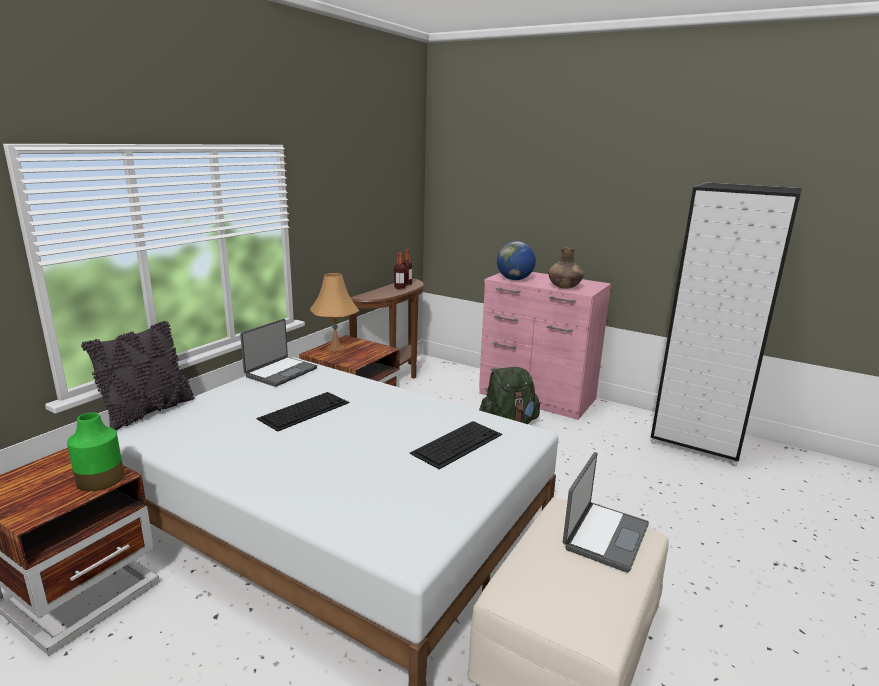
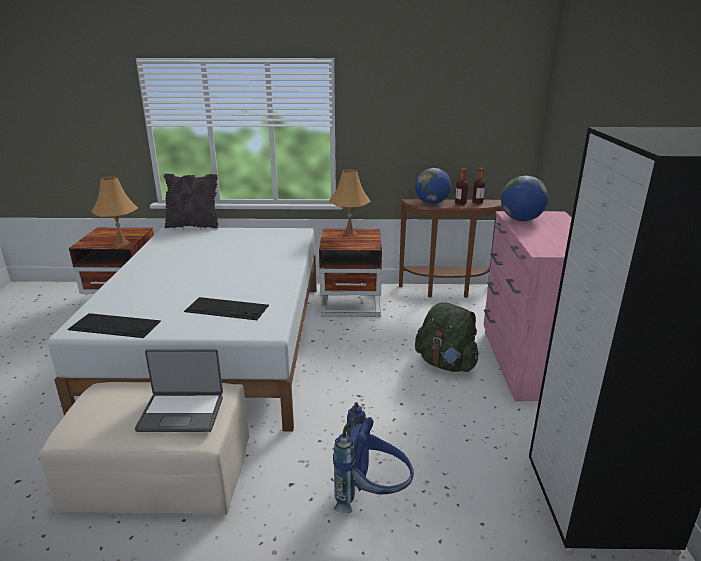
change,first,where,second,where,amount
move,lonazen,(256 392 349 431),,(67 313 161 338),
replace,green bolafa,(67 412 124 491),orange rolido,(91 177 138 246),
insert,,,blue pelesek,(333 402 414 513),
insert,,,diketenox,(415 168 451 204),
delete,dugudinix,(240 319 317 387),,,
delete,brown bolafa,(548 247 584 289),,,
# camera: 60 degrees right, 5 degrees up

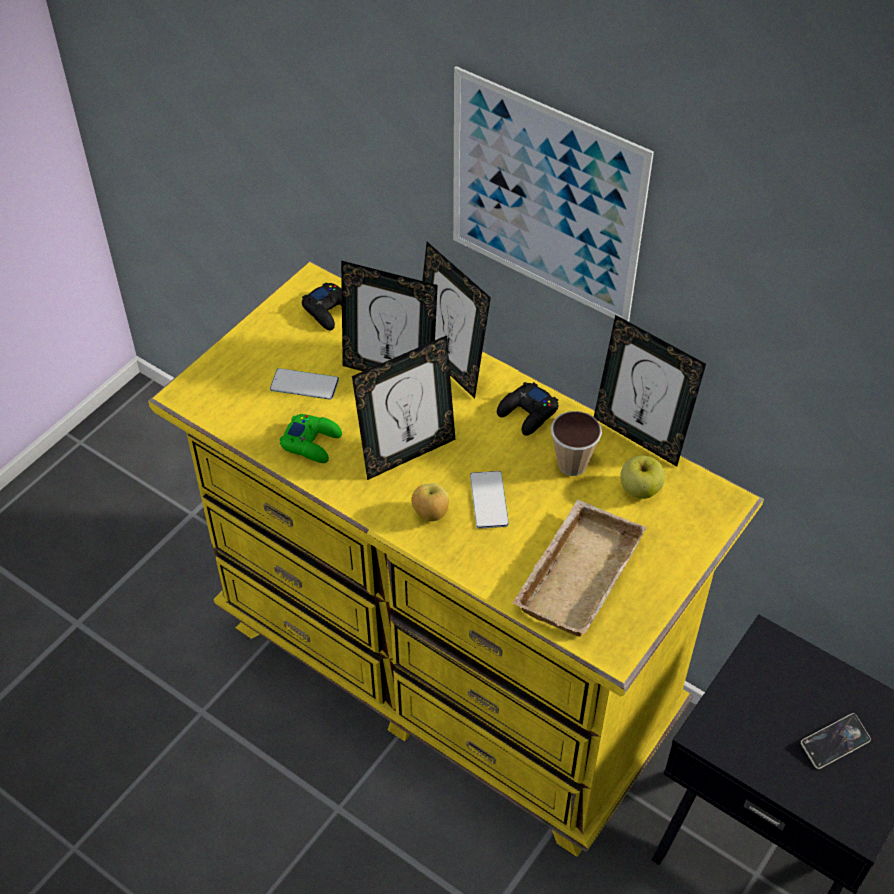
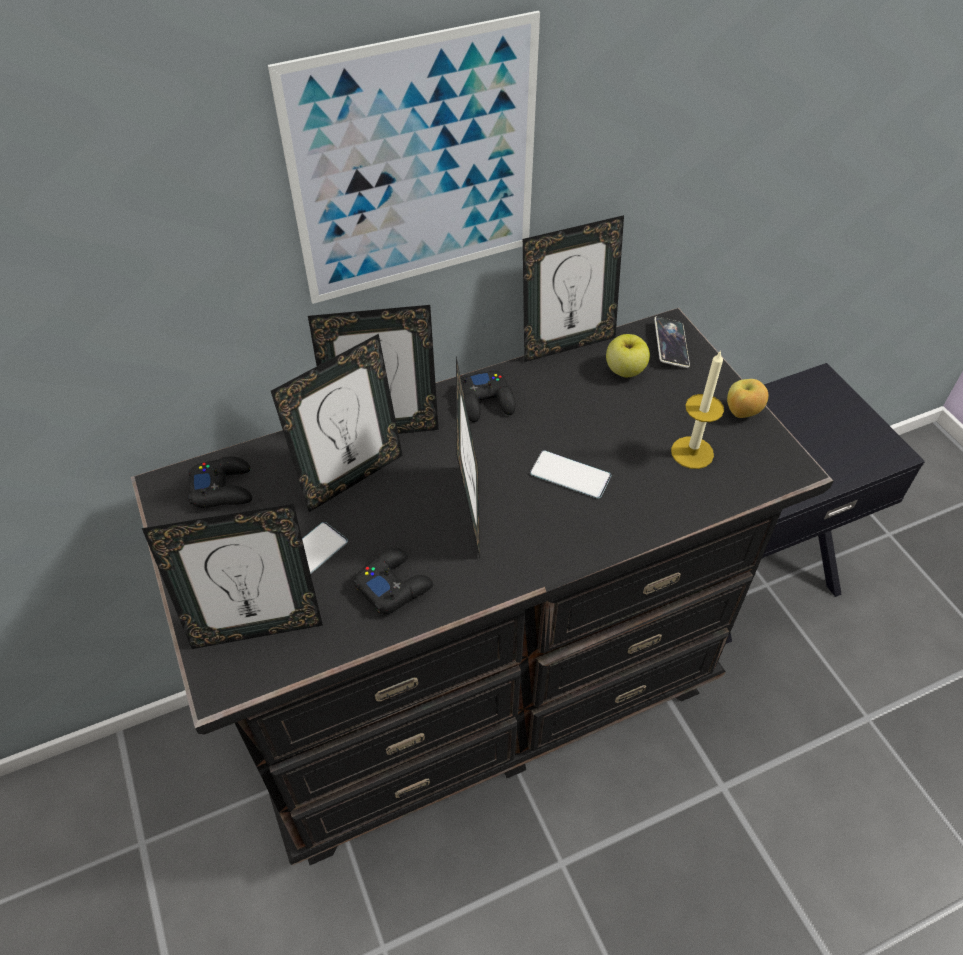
change,first,where,second,where,amount
recolor,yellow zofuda,(148 261 764 857),black zofuda,(131 308 833 865),
insert,,,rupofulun,(142 503 323 649),
recolor,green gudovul,(280 414 342 463),black gudovul,(354 548 433 614),
move,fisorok,(801 713 871 769),,(654 316 690 368),
replace,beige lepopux,(513 500 646 637),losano,(671 350 724 469),
move,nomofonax,(411 483 449 522),,(727 379 768 418),
delete,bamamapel,(551 411 602 476),,,
# camera: 60 degrees left, 0 degrees up

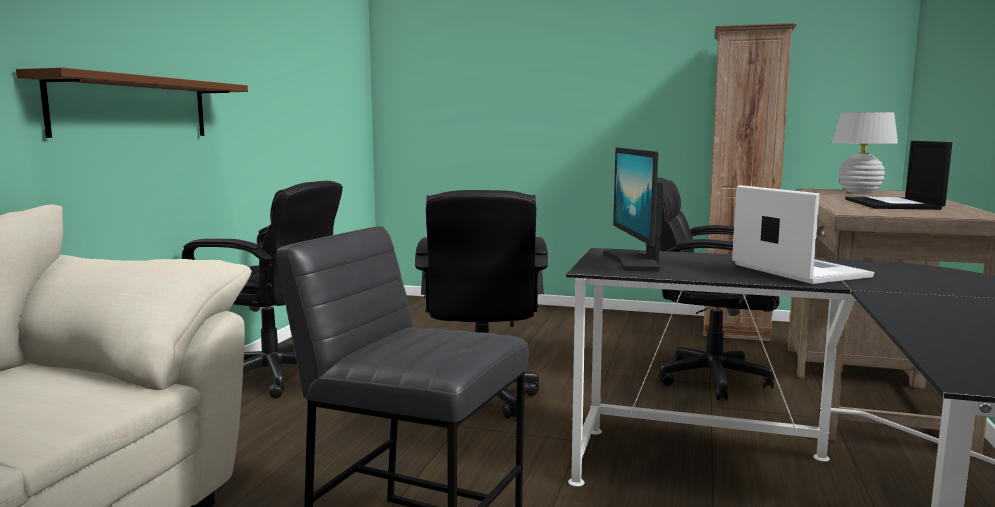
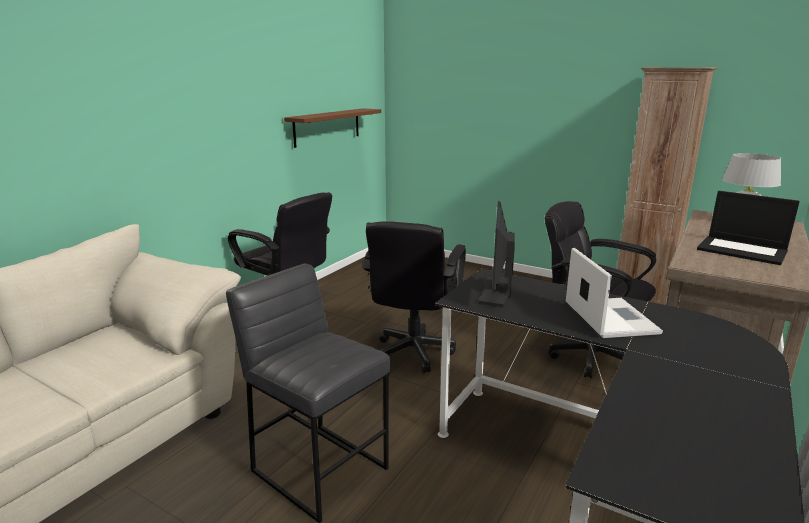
change,first,where,second,where,amount
move,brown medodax,(16 67 248 138),,(284 108 381 148),
rotate,dugudinix,(845 141 952 210),,(697 191 800 265),75 degrees counterclockwise
# camera: 15 degrees right, 10 degrees up

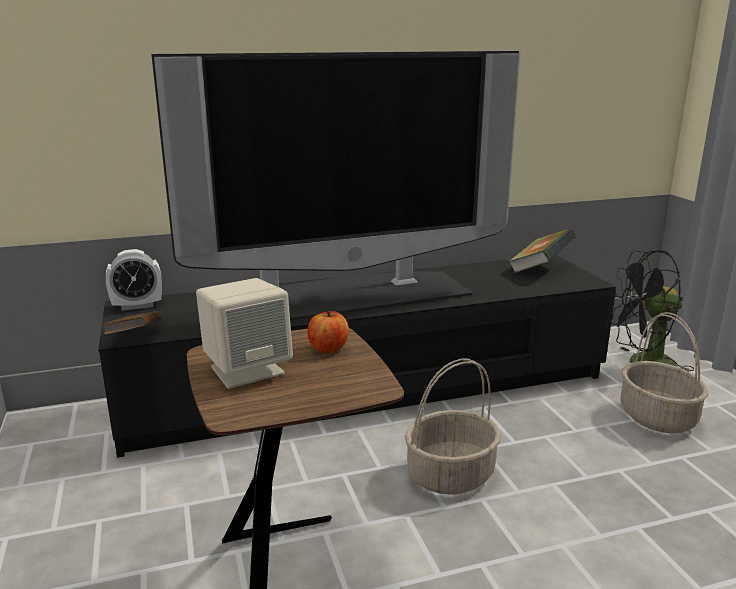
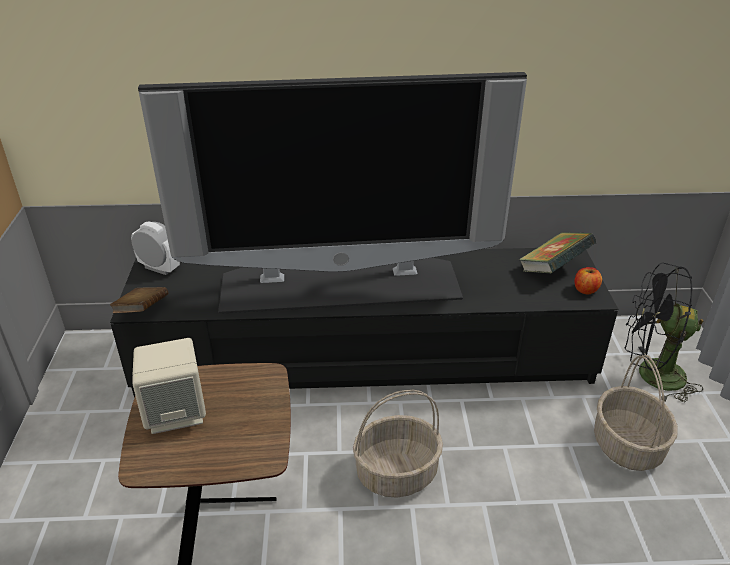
change,first,where,second,where,amount
rotate,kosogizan,(106 249 162 311),,(131 221 180 275),150 degrees counterclockwise
move,nomofonax,(308 311 349 353),,(575 267 602 294),
# camera: 15 degrees right, 15 degrees up

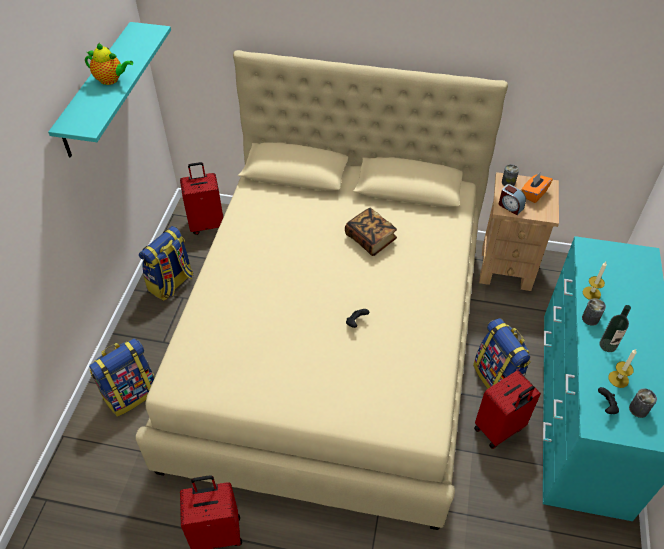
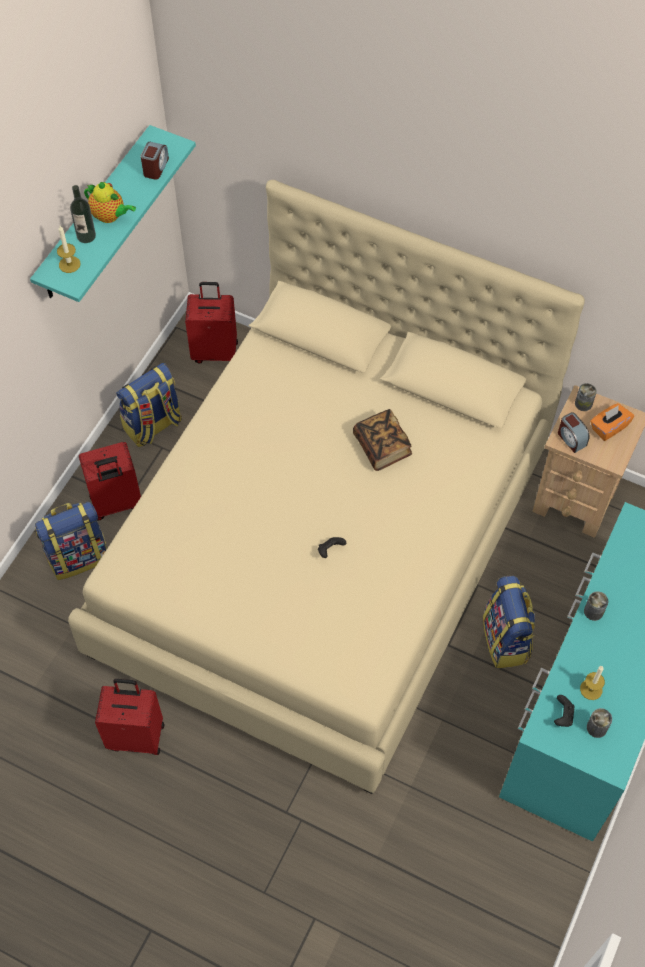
change,first,where,second,where,amount
move,losano,(583 262 607 300),,(57 226 81 273),
move,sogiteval,(599 305 631 352),,(70 185 96 243),
move,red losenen,(474 370 541 449),,(79 442 141 520),
insert,,,kosogizan,(141 142 169 180),
# camera: 15 degrees right, 10 degrees up

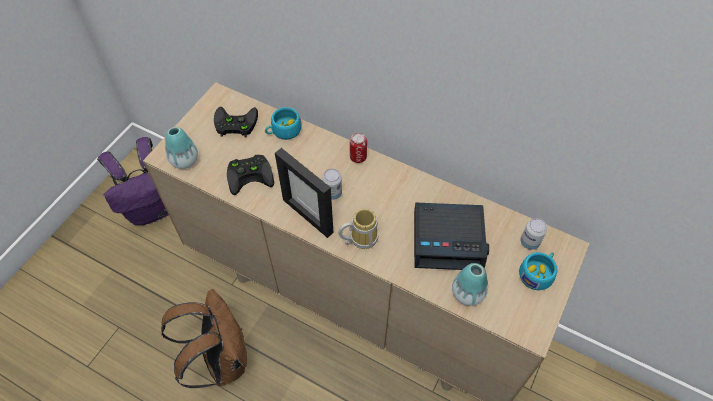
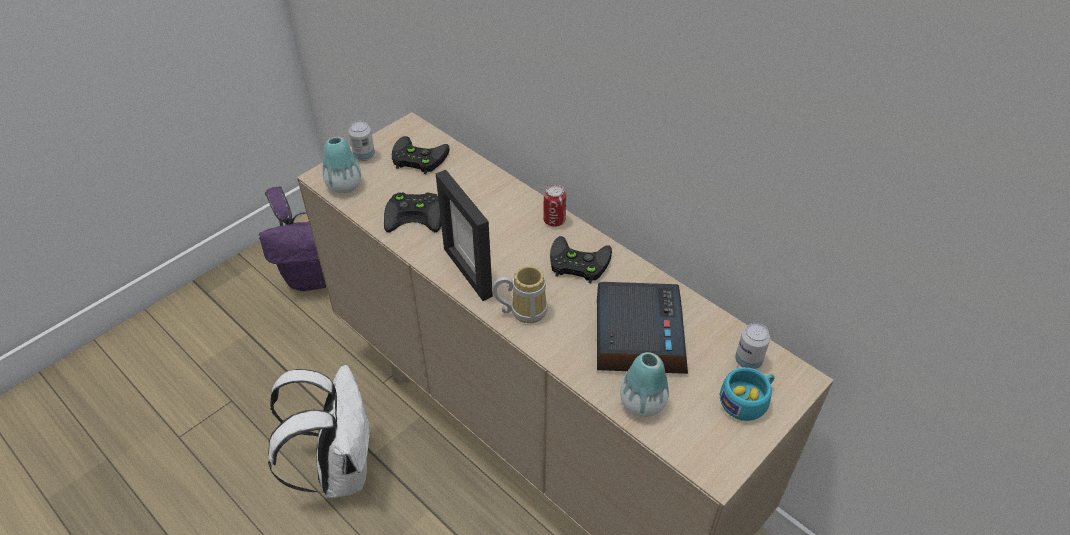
change,first,where,second,where,amount
recolor,brown pelesek,(161 289 247 388),white pelesek,(268 365 372 498),
move,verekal,(322 168 342 200),,(349 121 375 161),
insert,,,black gudovul,(550 236 612 283),
rotate,kosogizan,(414 203 489 270),,(597 282 688 374),105 degrees counterclockwise
delete,turquoise bamamapel,(265 107 302 140),,,
# camera: 15 degrees right, 10 degrees down

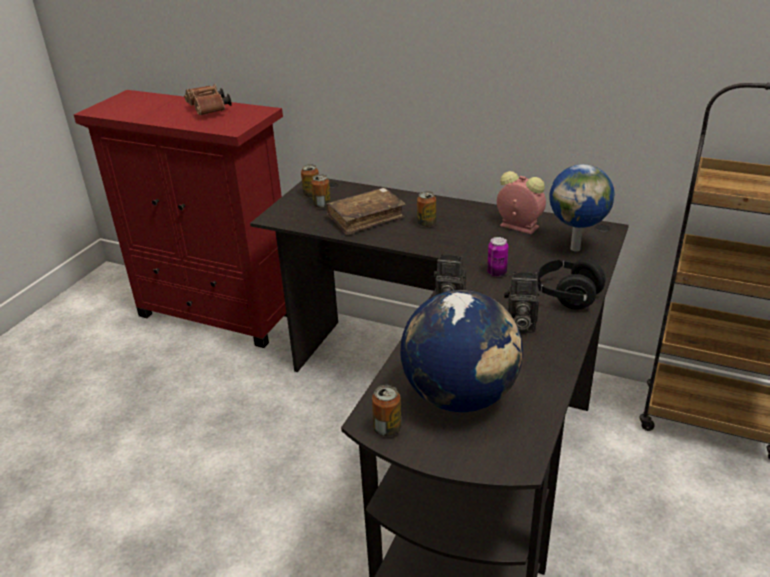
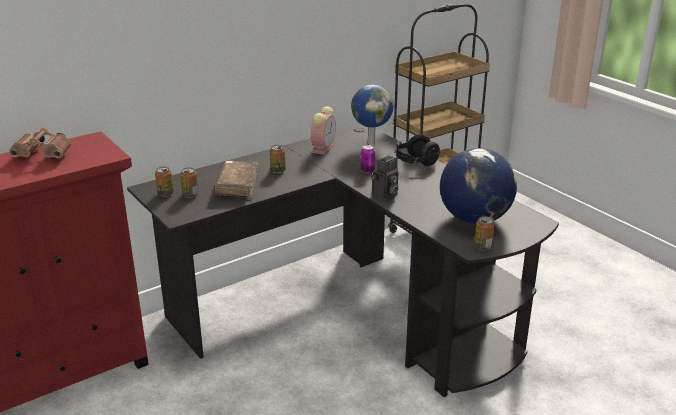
change,first,where,second,where,amount
rotate,kosogizan,(497 171 546 234),,(311 106 336 155),135 degrees clockwise
delete,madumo,(504 272 539 333),,,
# camera: 60 degrees left, 5 degrees down

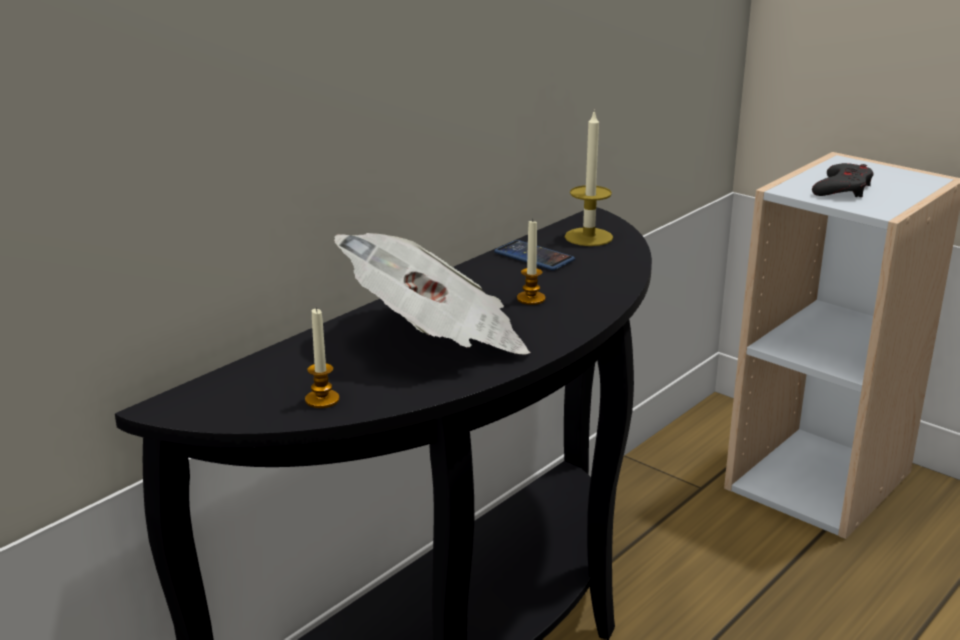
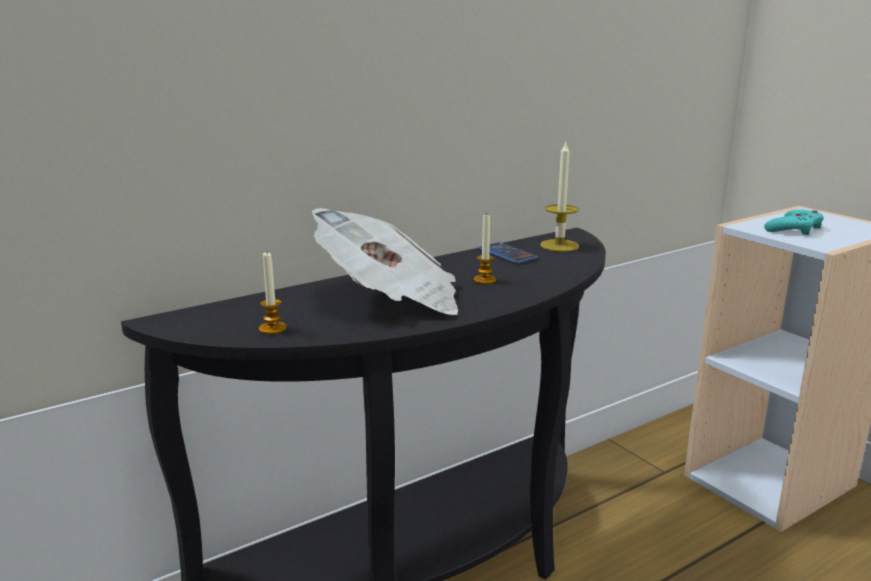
change,first,where,second,where,amount
recolor,grey gudovul,(812 163 874 197),turquoise gudovul,(764 209 824 235),
# camera: 15 degrees right, 5 degrees down

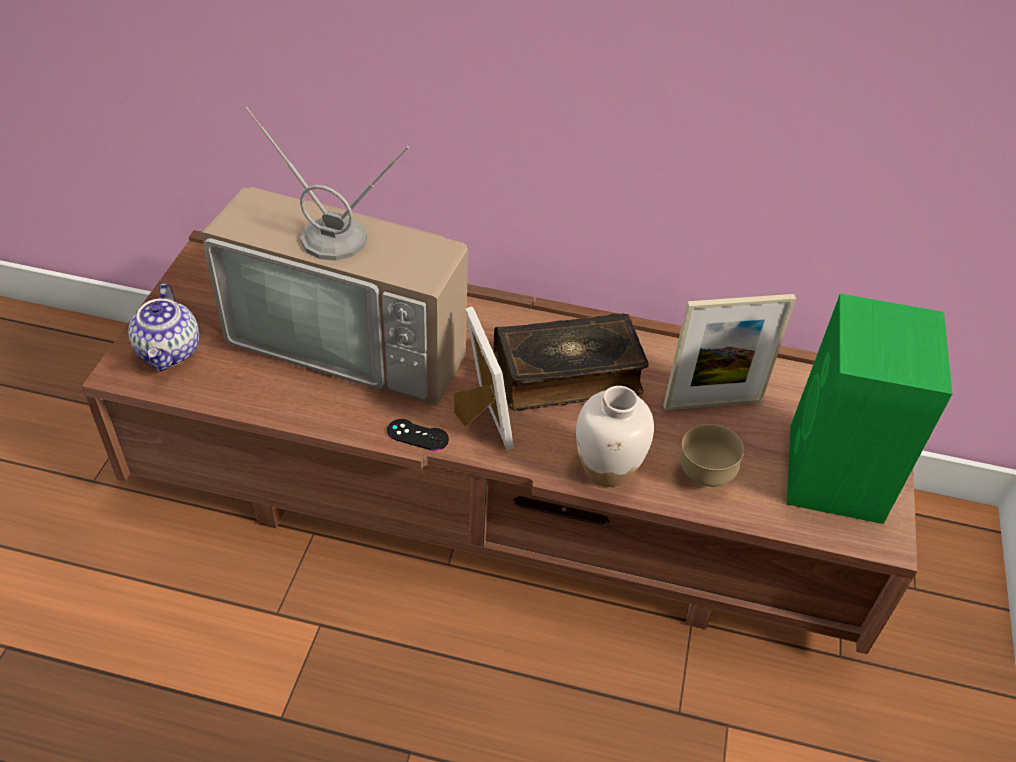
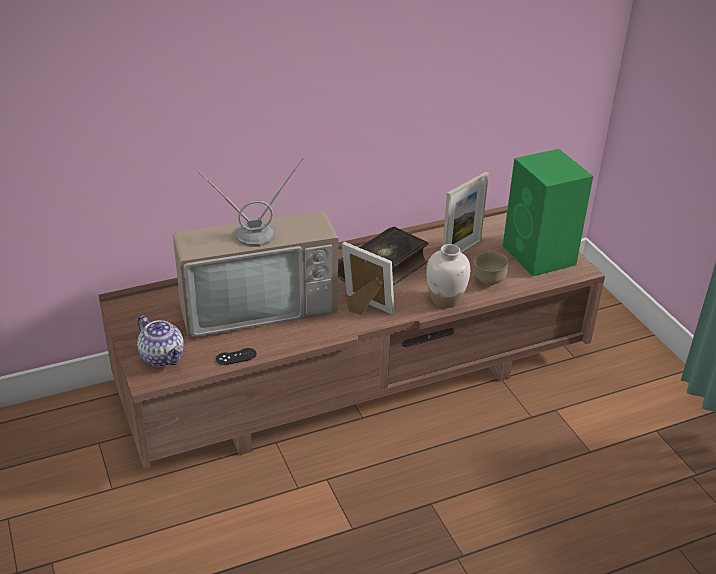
change,first,where,second,where,amount
move,black gudovul,(387 419 449 451),,(216 348 257 365),
# camera: 35 degrees left, 10 degrees down

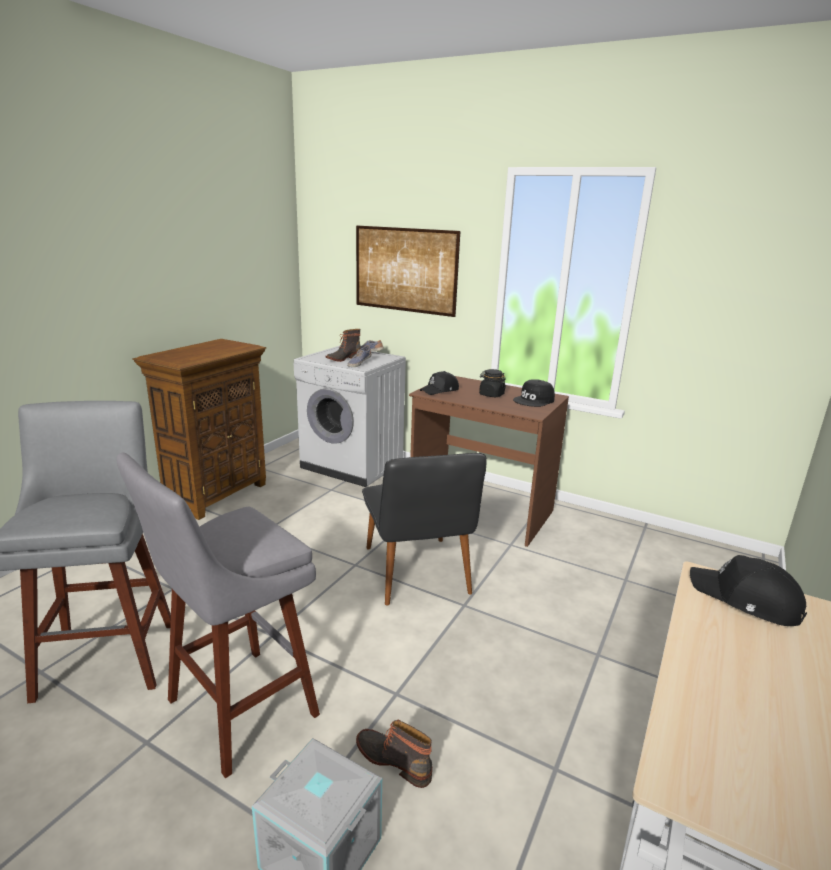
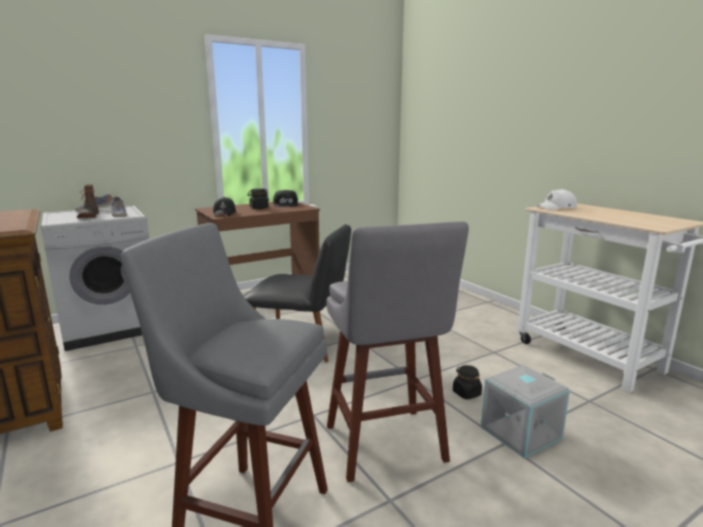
change,first,where,second,where,amount
replace,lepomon,(356 720 432 788),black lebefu,(453 365 482 400),
recolor,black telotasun,(690 555 807 626),white telotasun,(537 189 577 210),
delete,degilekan,(356 226 460 317),,,
# camera: 60 degrees left, 5 degrees down

